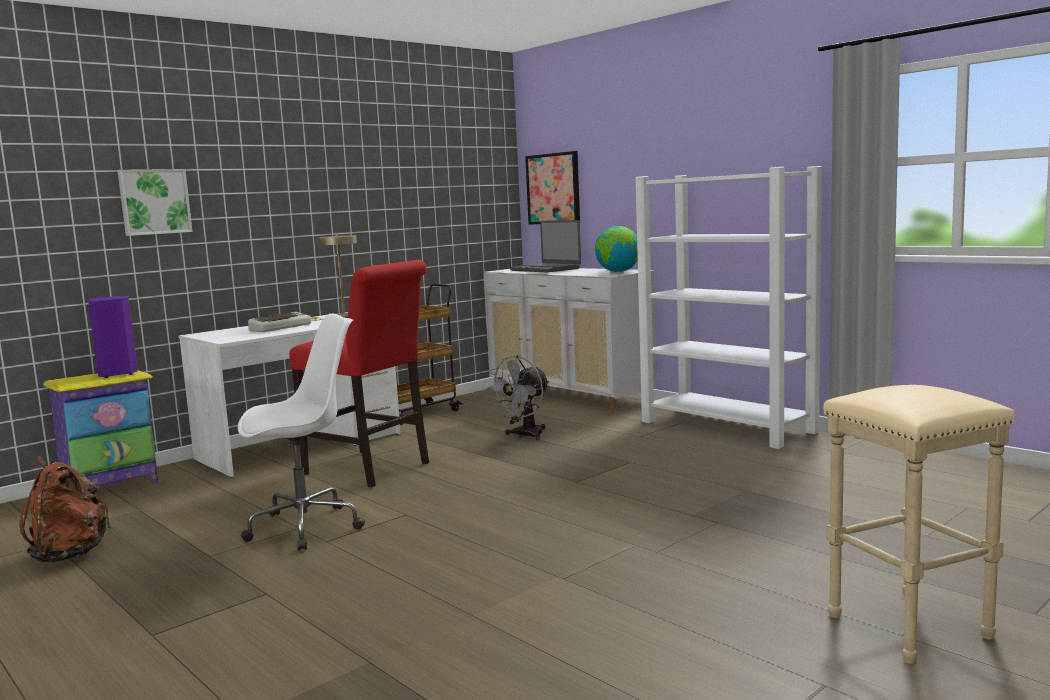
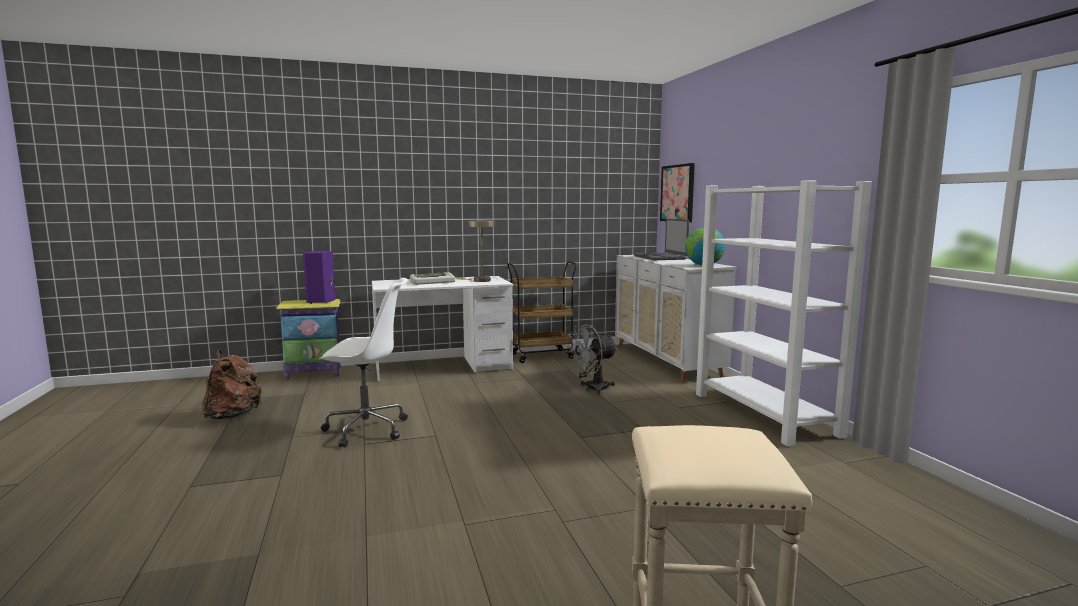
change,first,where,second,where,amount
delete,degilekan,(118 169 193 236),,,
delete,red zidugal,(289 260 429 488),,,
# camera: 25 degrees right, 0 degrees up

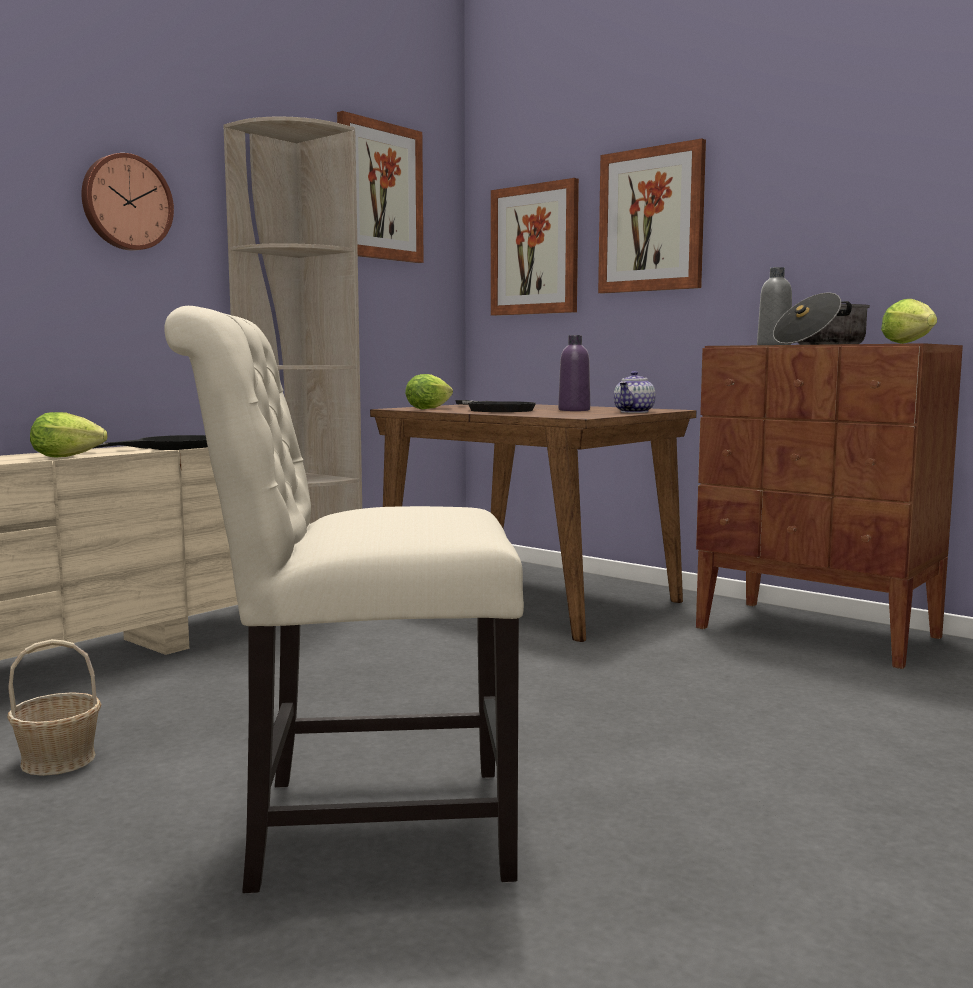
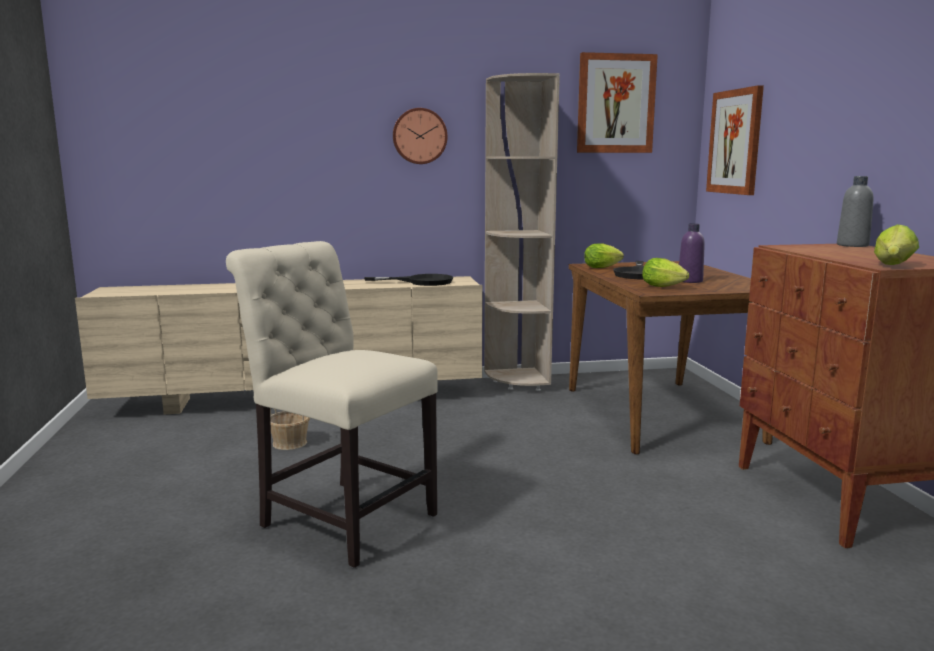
change,first,where,second,where,amount
move,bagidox,(30 412 107 458),,(642 258 689 287),
delete,degilekan,(598 138 706 294),,,
delete,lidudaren,(614 371 656 413),,,
delete,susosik,(773 293 870 345),,,
# camera: 40 degrees right, 5 degrees up

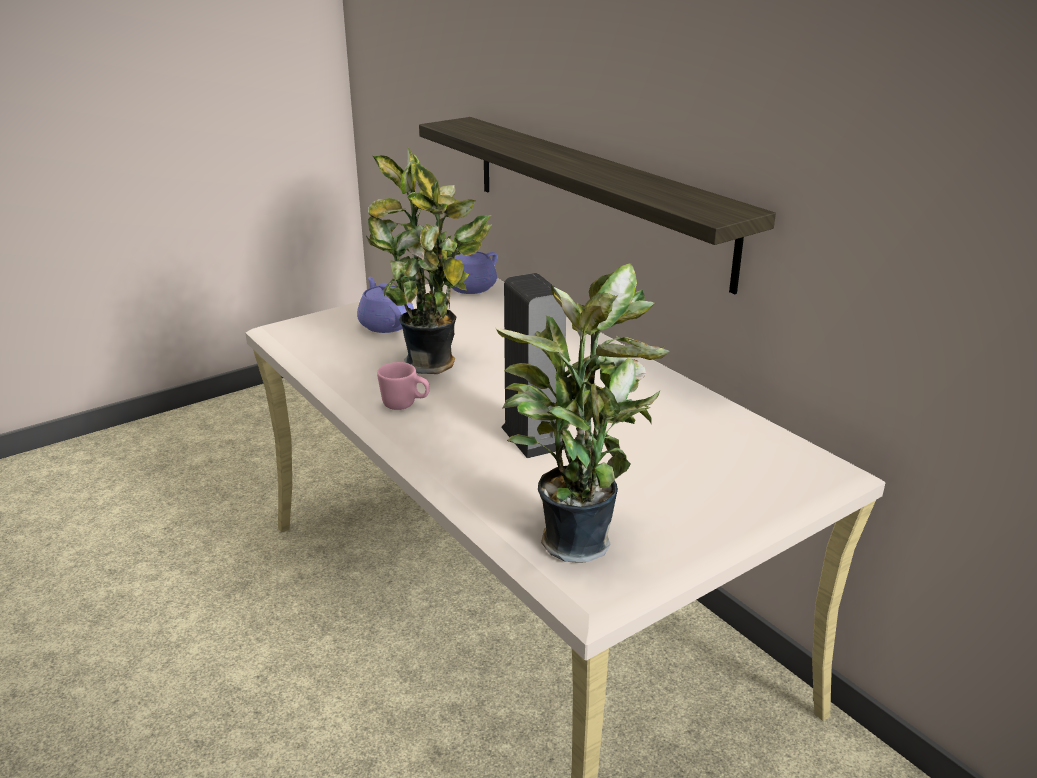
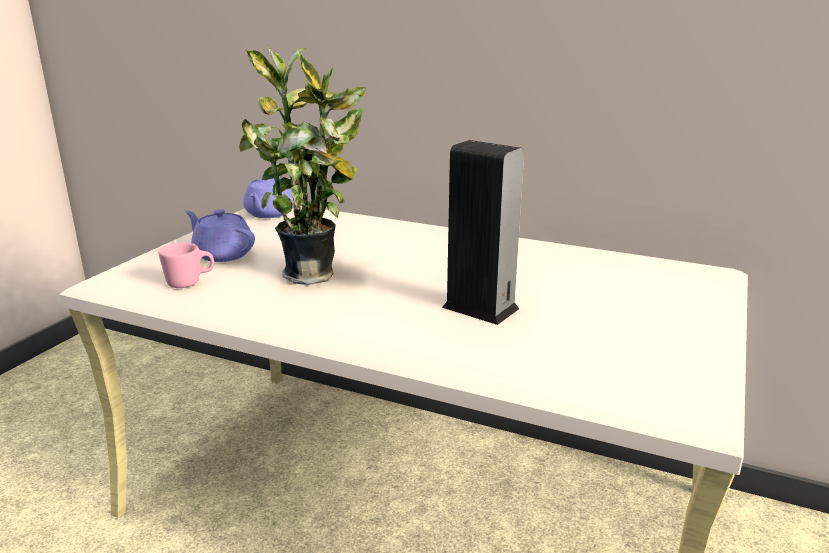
change,first,where,second,where,amount
move,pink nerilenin,(377 362 430 410),,(158 242 214 288),
delete,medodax,(419 117 776 294),,,
delete,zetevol,(496 263 669 563),,,
# camera: 30 degrees left, 5 degrees down

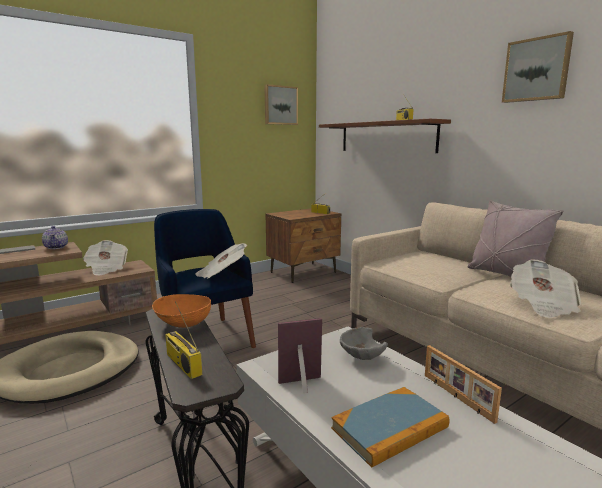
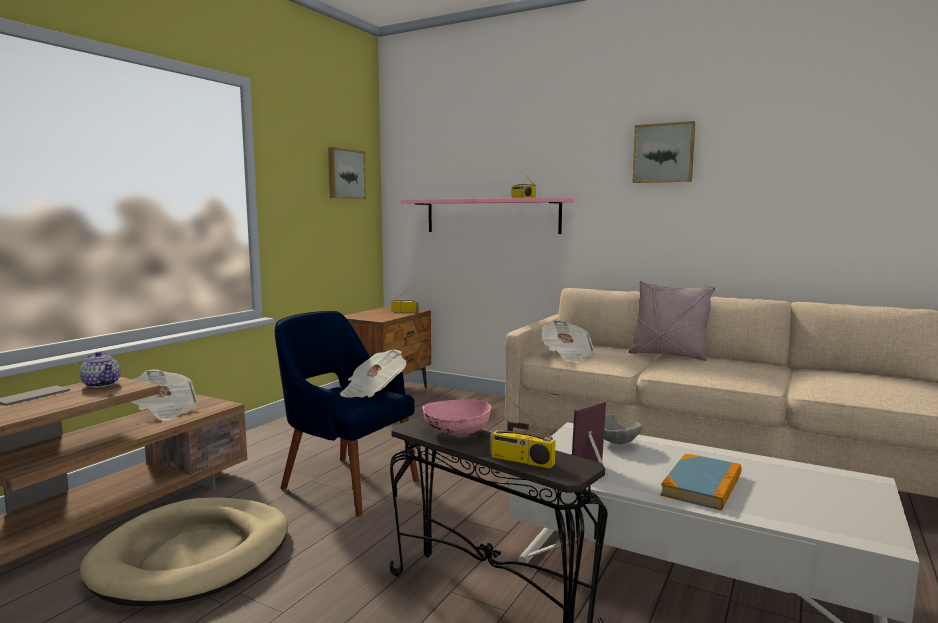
change,first,where,second,where,amount
recolor,brown medodax,(319 119 451 153),pink medodax,(401 197 575 234),
recolor,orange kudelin,(152 294 211 328),pink kudelin,(422 399 492 435),
move,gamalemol,(510 259 581 318),,(542 320 594 362),
delete,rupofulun,(425 345 502 424),,,
# camera: 25 degrees left, 5 degrees down

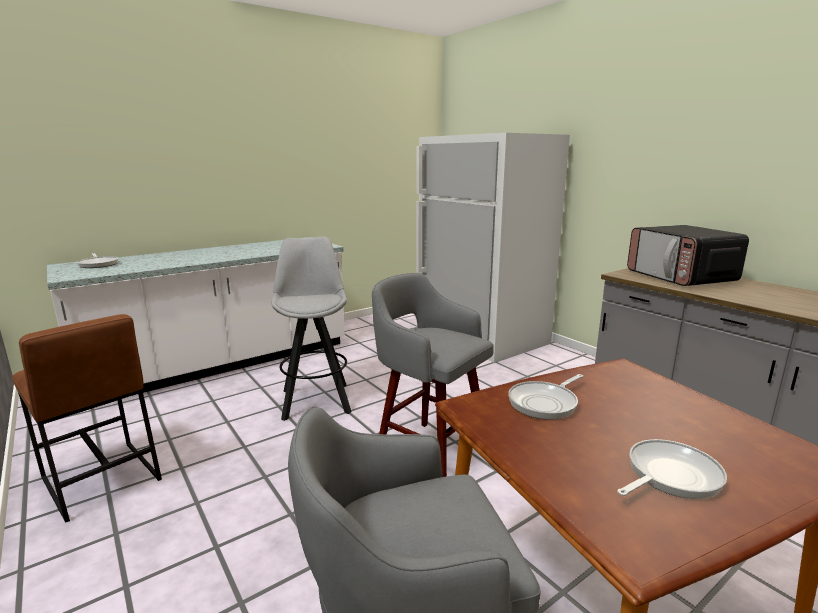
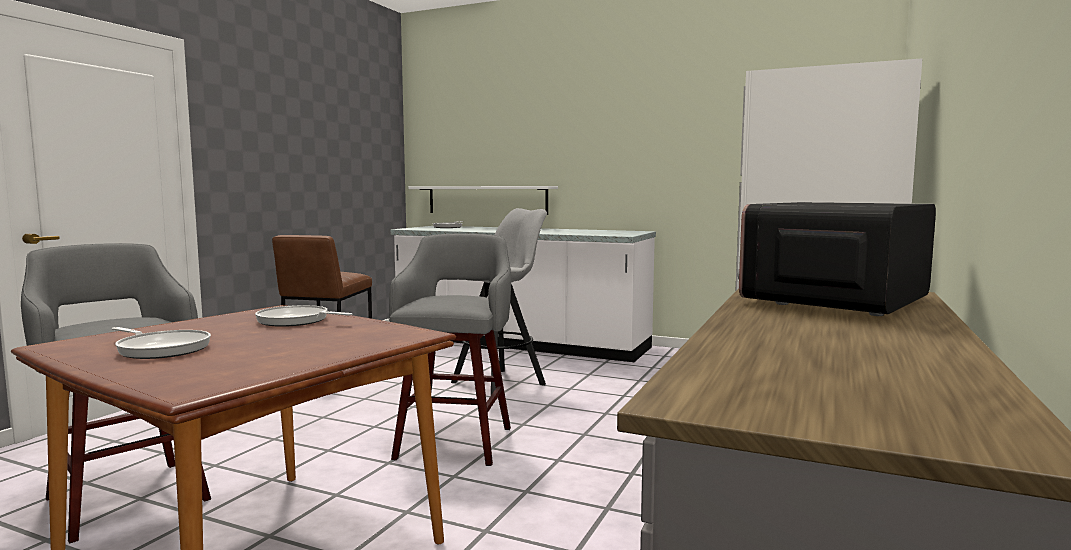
change,first,where,second,where,amount
insert,,,white medodax,(408 186 558 215),
# camera: 60 degrees right, 10 degrees down

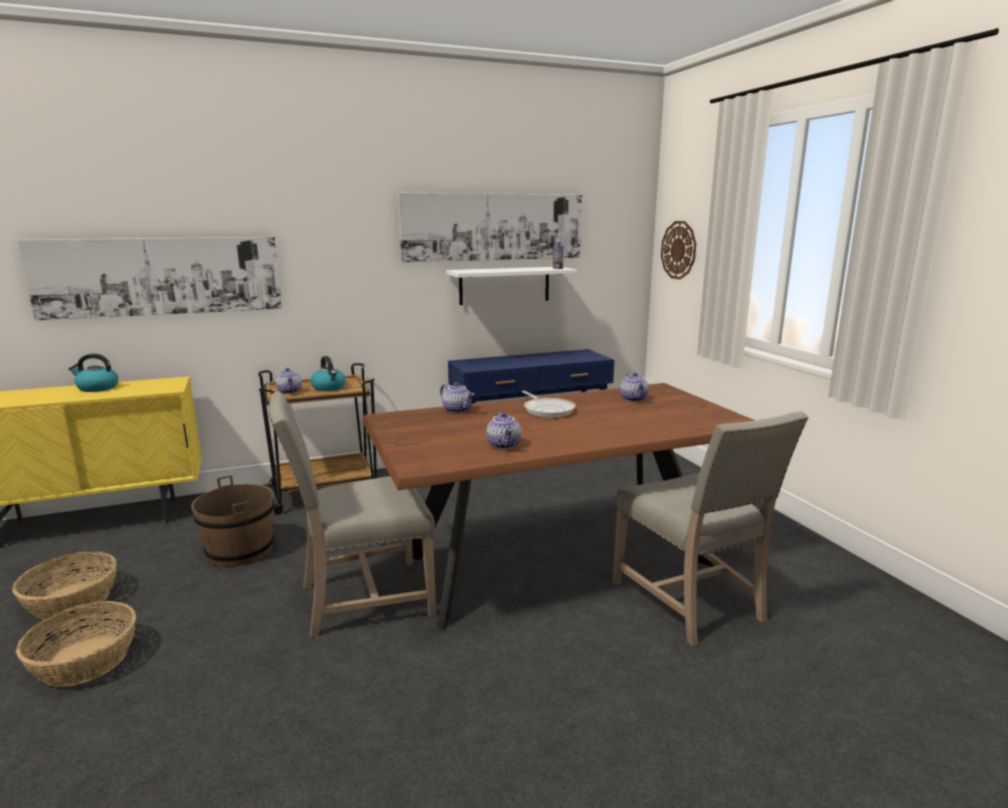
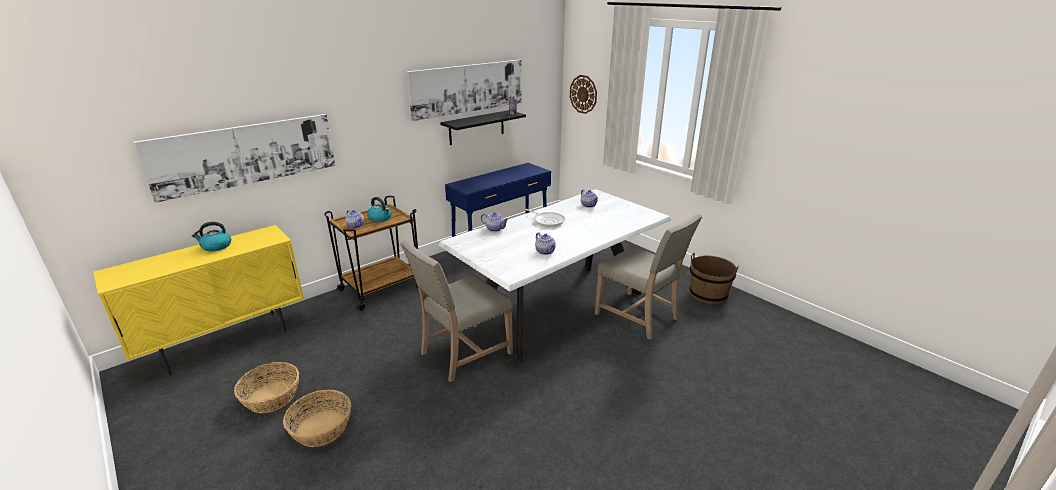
change,first,where,second,where,amount
recolor,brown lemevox,(362 383 756 630),white lemevox,(438 189 671 361),
recolor,white medodax,(446 267 577 305),black medodax,(440 110 526 145),
move,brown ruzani,(191 475 275 567),,(689 253 739 304),
# camera: 20 degrees left, 10 degrees up

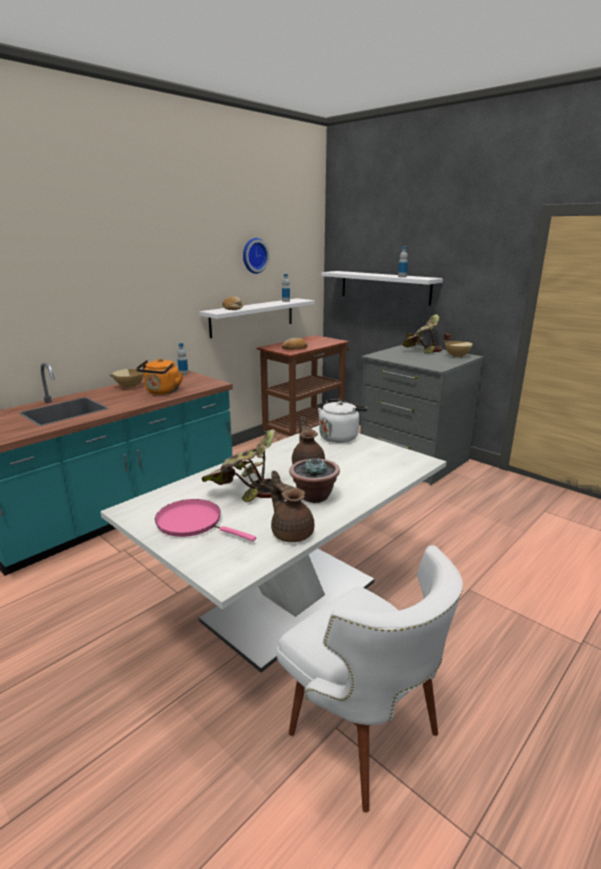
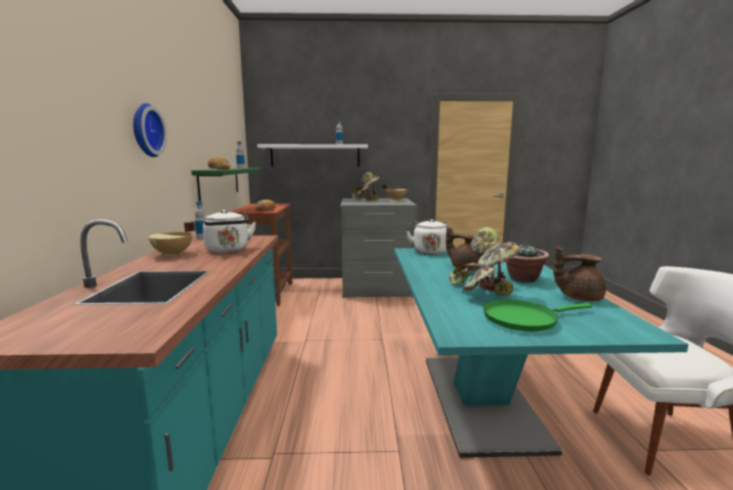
change,first,where,second,where,amount
move,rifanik,(243 238 269 274),,(133 103 167 157),
recolor,white medodax,(199 298 315 338),green medodax,(191 168 261 202),
recolor,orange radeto,(136 359 183 395),white radeto,(203 210 256 253),
recolor,white lemevox,(100 425 447 672),turquoise lemevox,(394 248 689 458),
recolor,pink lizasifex,(155 499 256 541),green lizasifex,(483 300 592 331),
# camera: 45 degrees left, 10 degrees down

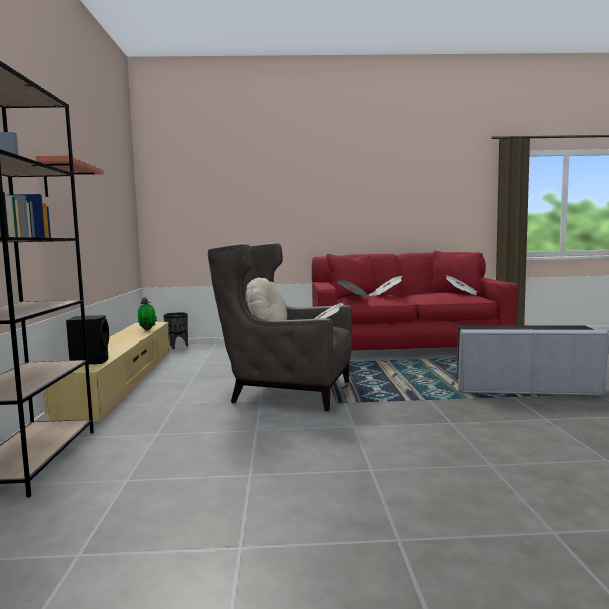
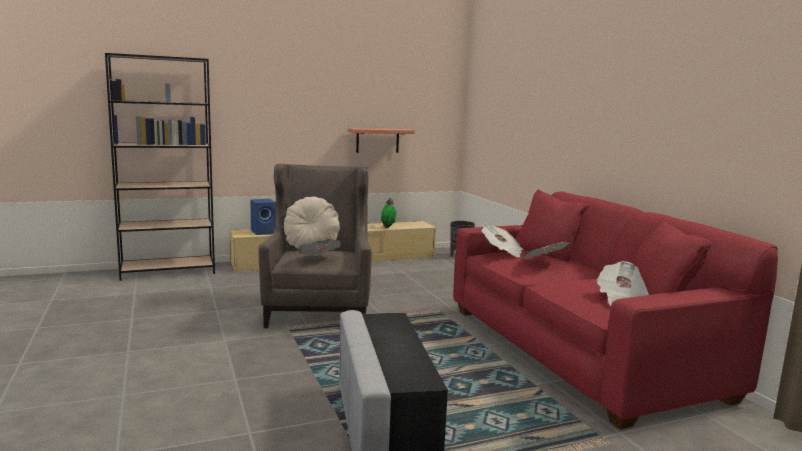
change,first,where,second,where,amount
recolor,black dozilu,(66 315 109 364),blue dozilu,(251 199 275 235),
move,medodax,(36 155 104 197),,(348 128 415 153),
# camera: 70 degrees right, 5 degrees up

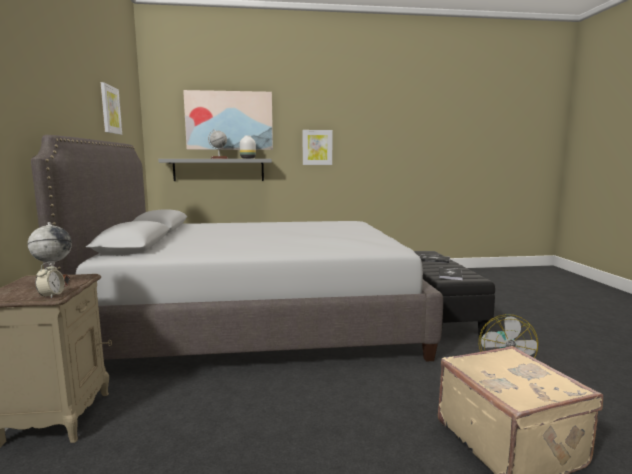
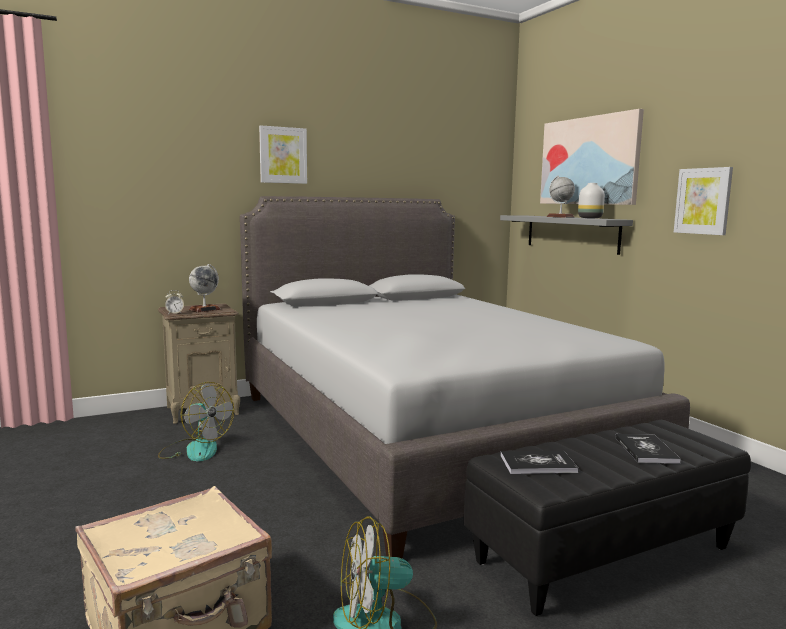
change,first,where,second,where,amount
insert,,,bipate,(158 382 234 462),
move,degilekan,(101 82 122 135),,(259 125 307 184),
# camera: 70 degrees right, 0 degrees up

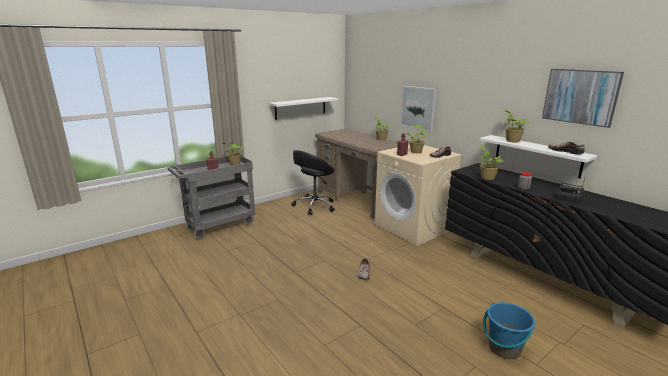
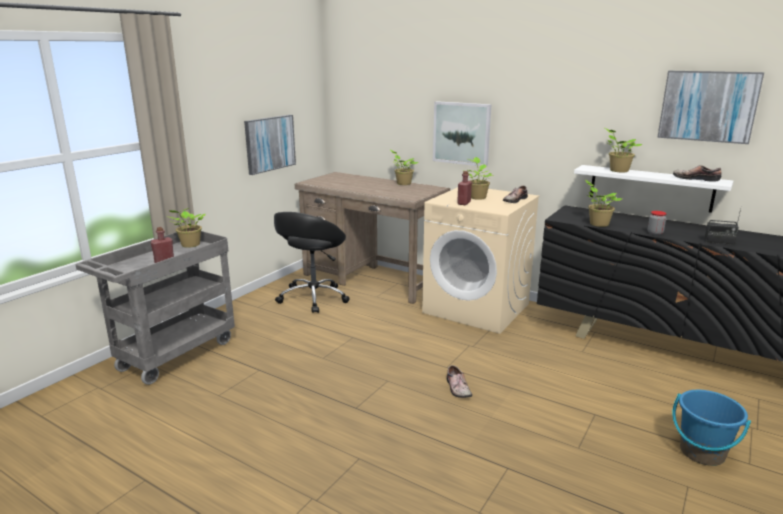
change,first,where,second,where,amount
replace,white medodax,(269 97 338 120),degilekan,(244 115 296 175),
# camera: 20 degrees left, 0 degrees up

